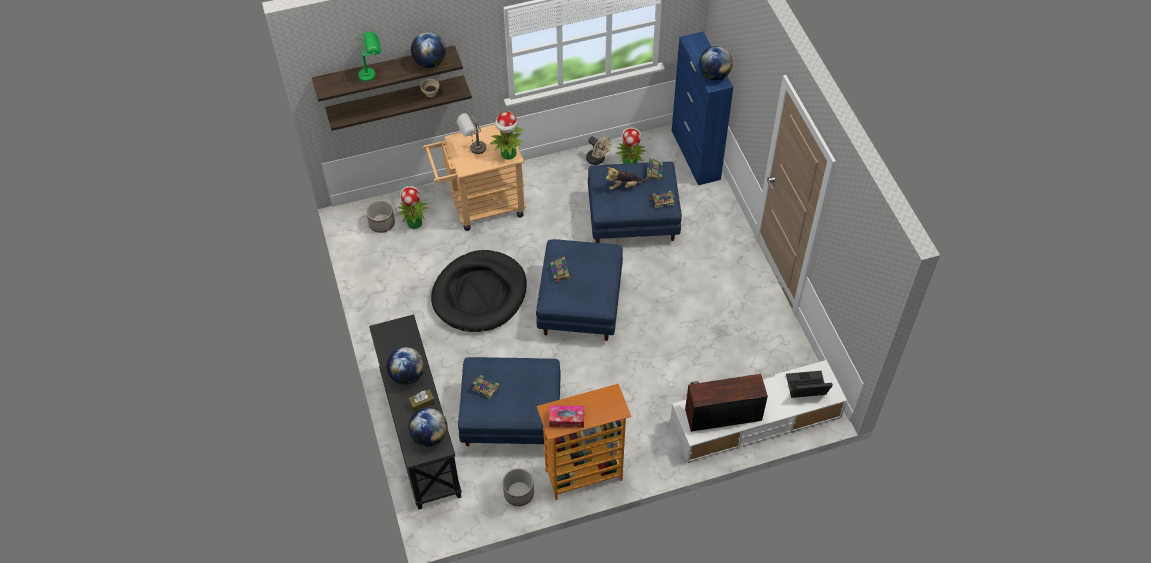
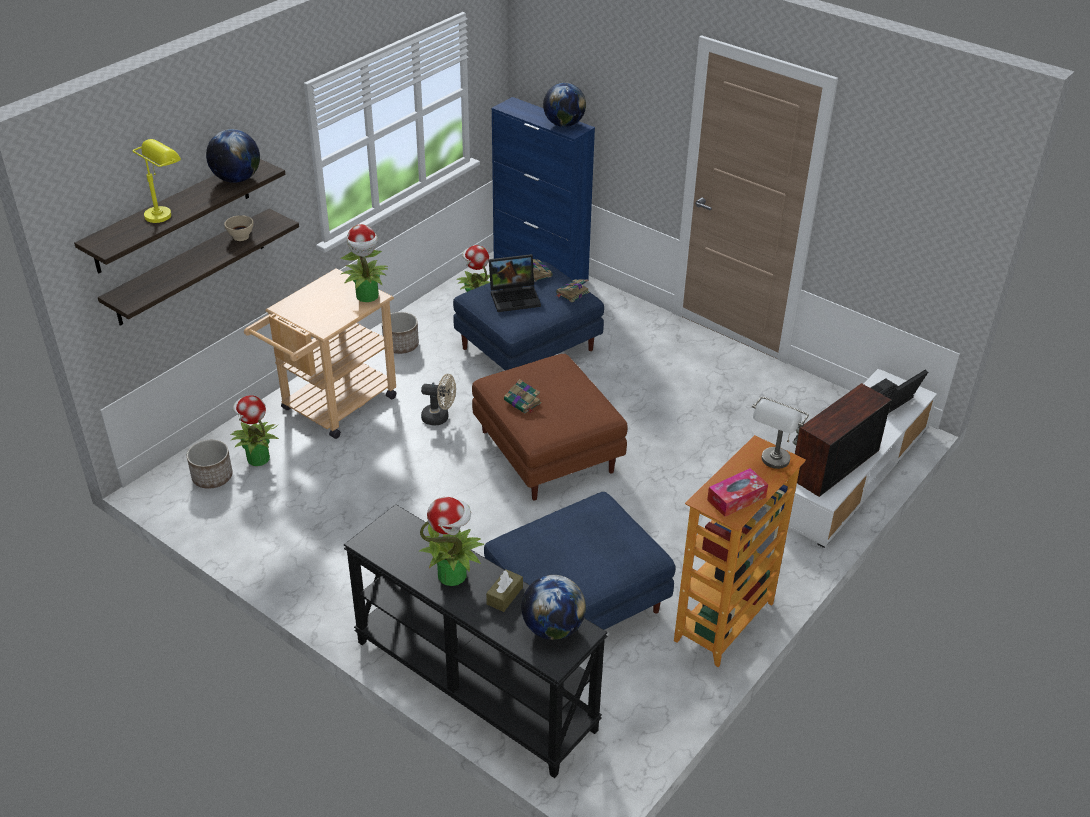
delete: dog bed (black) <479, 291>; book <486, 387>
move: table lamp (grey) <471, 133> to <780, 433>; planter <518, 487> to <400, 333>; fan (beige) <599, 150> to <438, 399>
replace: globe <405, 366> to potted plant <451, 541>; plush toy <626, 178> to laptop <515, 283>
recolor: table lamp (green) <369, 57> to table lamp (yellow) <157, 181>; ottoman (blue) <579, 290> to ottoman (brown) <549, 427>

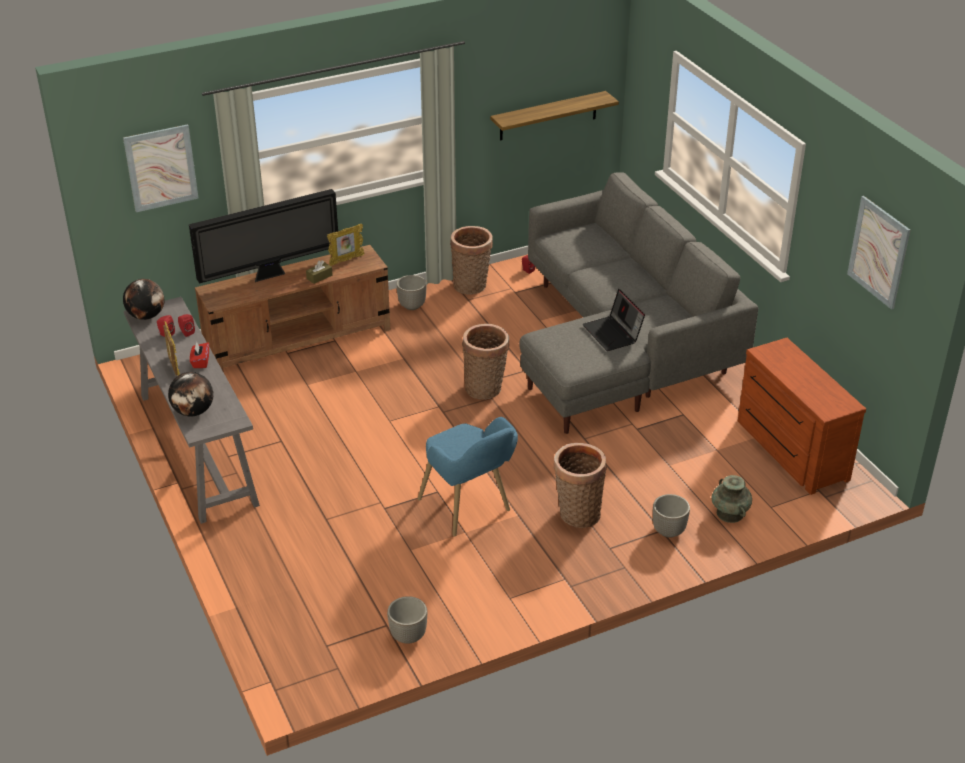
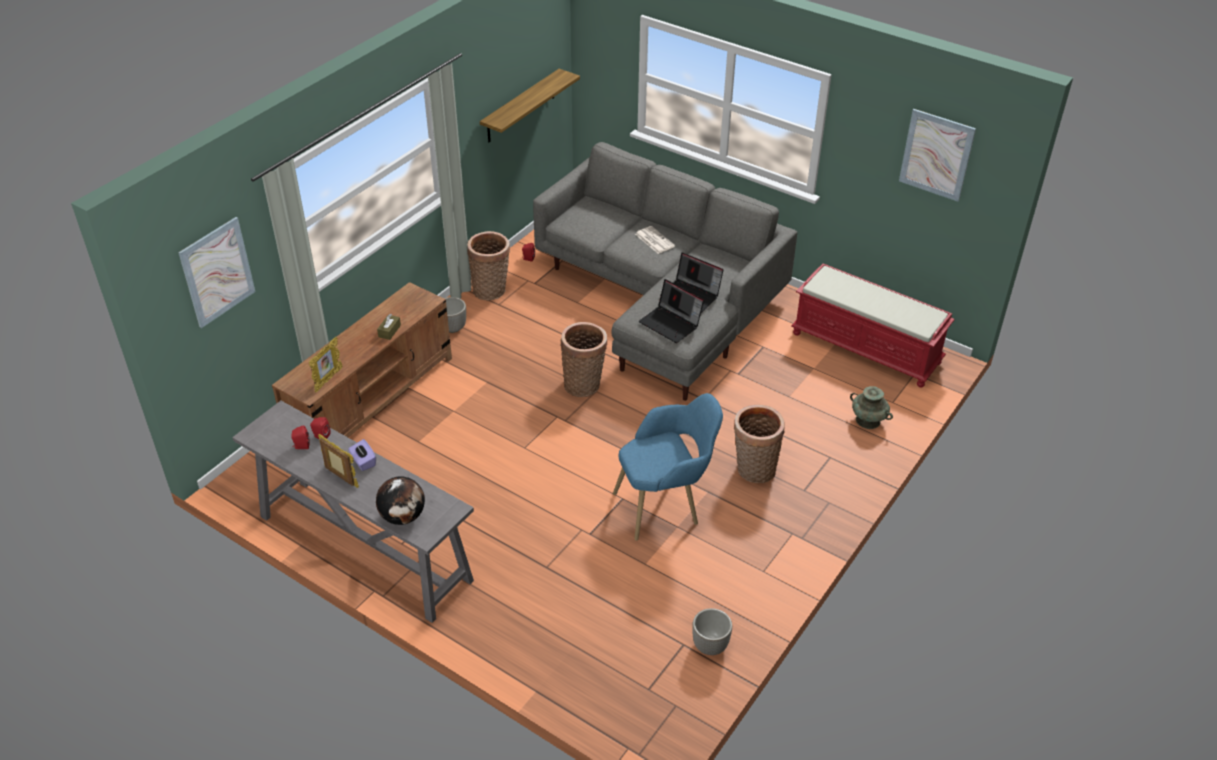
delete: globe <143, 299>; television <263, 236>; planter <671, 516>
insert: newspaper <655, 240>; laptop <671, 311>
move: picture frame <345, 245> to <326, 364>
replace: dresser (brown) <802, 416> to bench (red) <873, 325>
recolor: tissue box (red) <199, 355> to tissue box (purple) <362, 455>
rotate: armchair (blue) <468, 477> = <668, 467> 45 degrees counterclockwise

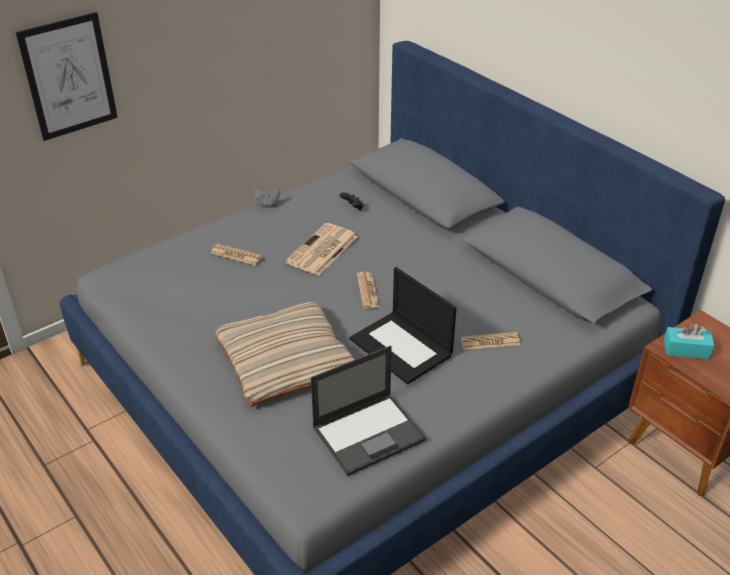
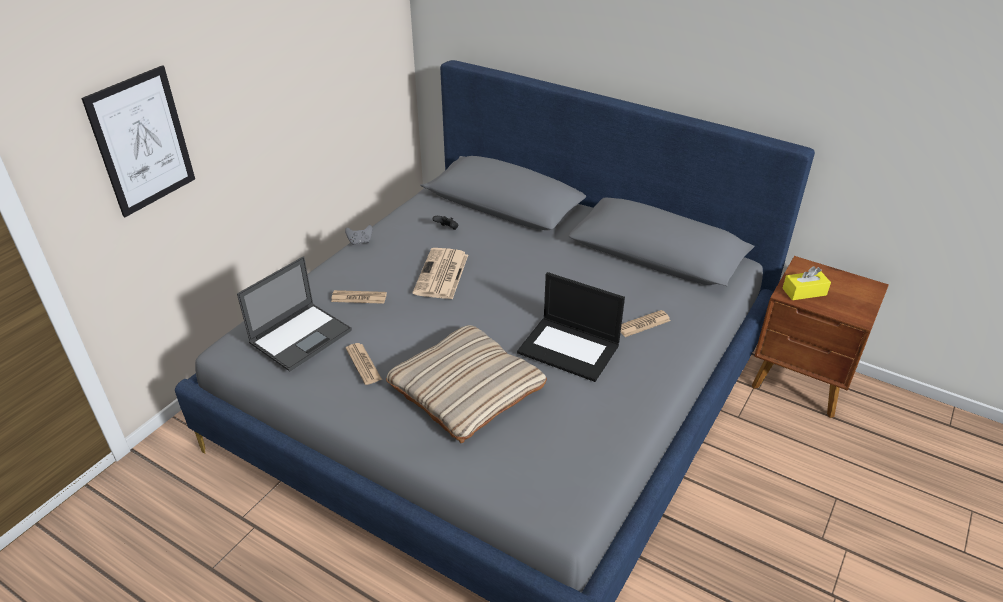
move: laptop <368, 411> to <294, 313>; newspaper <368, 290> to <364, 364>
recolor: tissue box (turquoise) <689, 341> to tissue box (yellow) <806, 283>

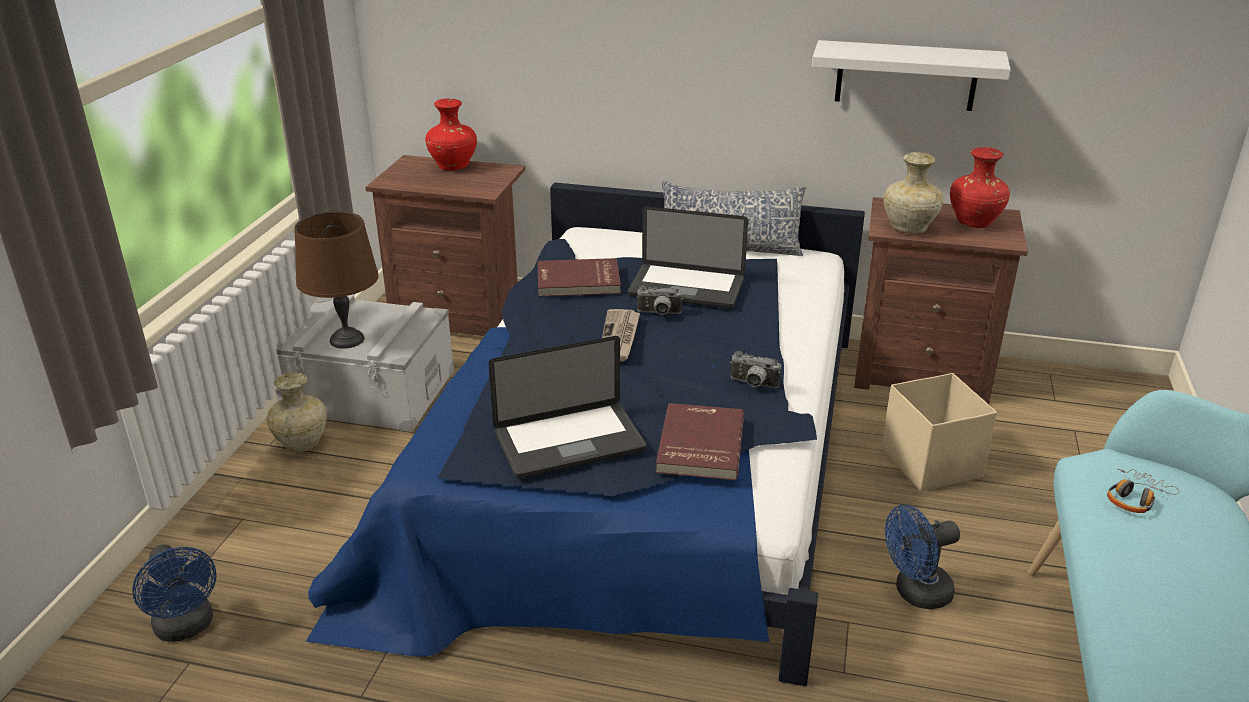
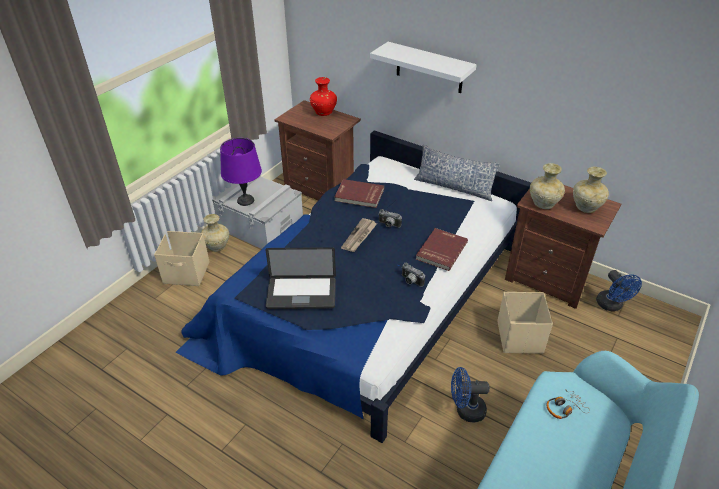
delete: laptop <688, 257>
insert: storage box (beige) <182, 258>
move: fan (blue) <174, 593> to <619, 290>; book (red) <700, 441> to <442, 249>; shelf (white) <911, 75> to <423, 67>
recolor: table lamp (brown) <336, 280> to table lamp (purple) <241, 172>; vase (red) <980, 187> to vase (beige) <591, 190>

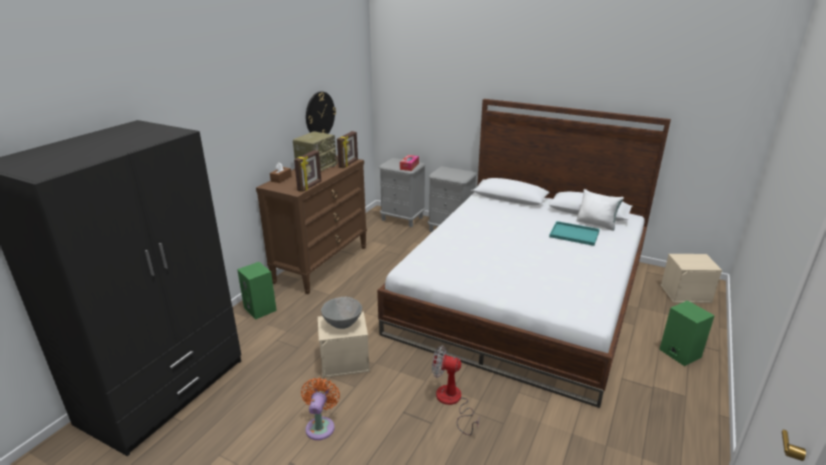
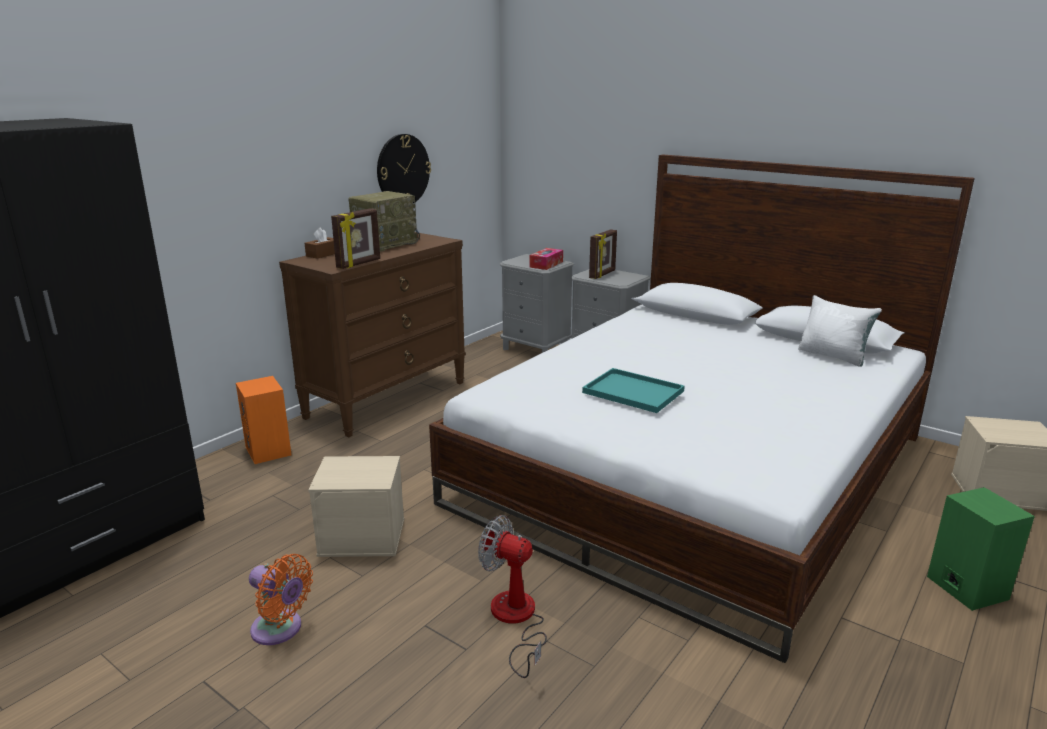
delete: bowl (grey) <341, 313>
move: picture frame <347, 149> to <603, 254>; tray (turquoise) <574, 233> to <633, 390>
recolor: speaker (green) <257, 291> to speaker (orange) <264, 420>
rotate: fan (orange) <320, 409> = <281, 599> 105 degrees clockwise

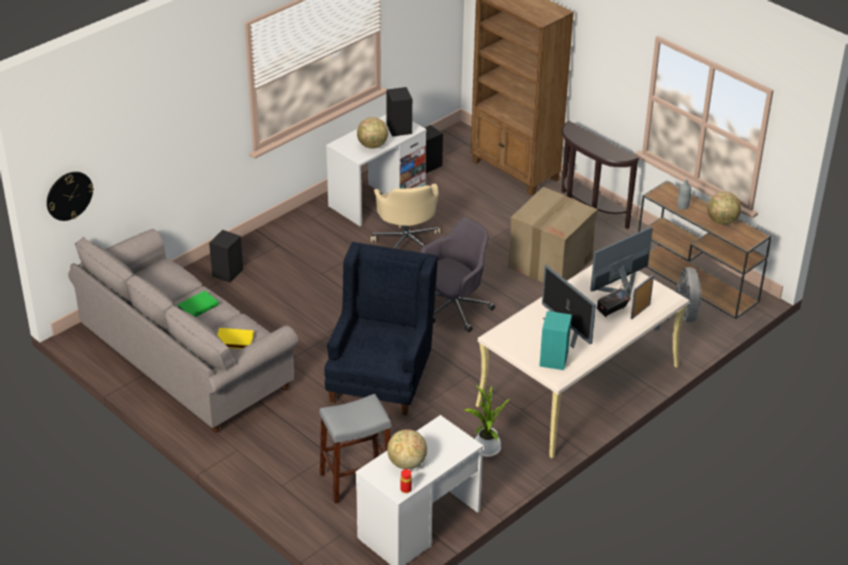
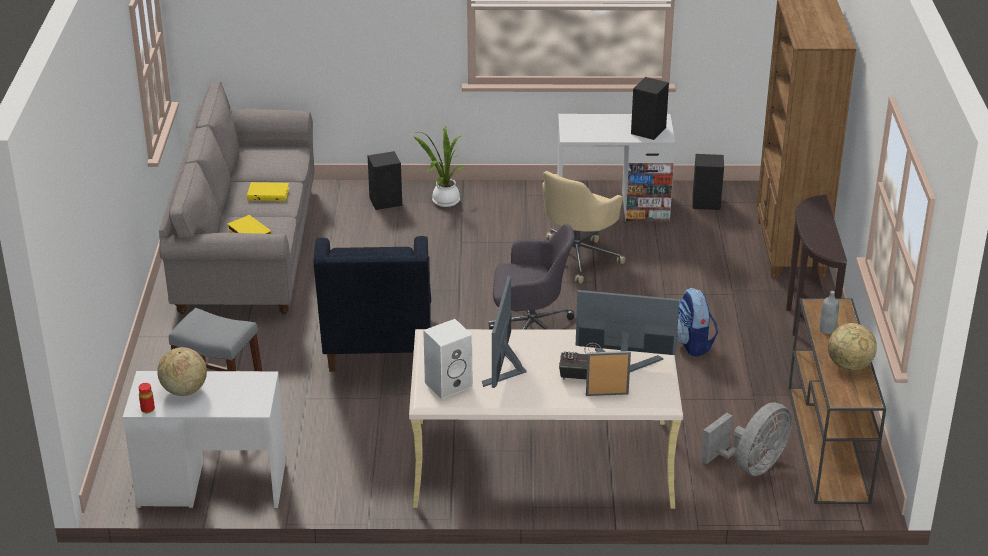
delete: wall clock <70, 196>; globe <372, 132>
move: potted plant <487, 420> to <440, 166>
replace: cardboard box <552, 234> to backpack <697, 322>
recolor: book (green) <198, 304> to book (yellow) <268, 191>; speaker (turquoise) <556, 340> to speaker (white) <448, 359>
rotate: armchair (blue) <381, 329> = <372, 304> 120 degrees clockwise

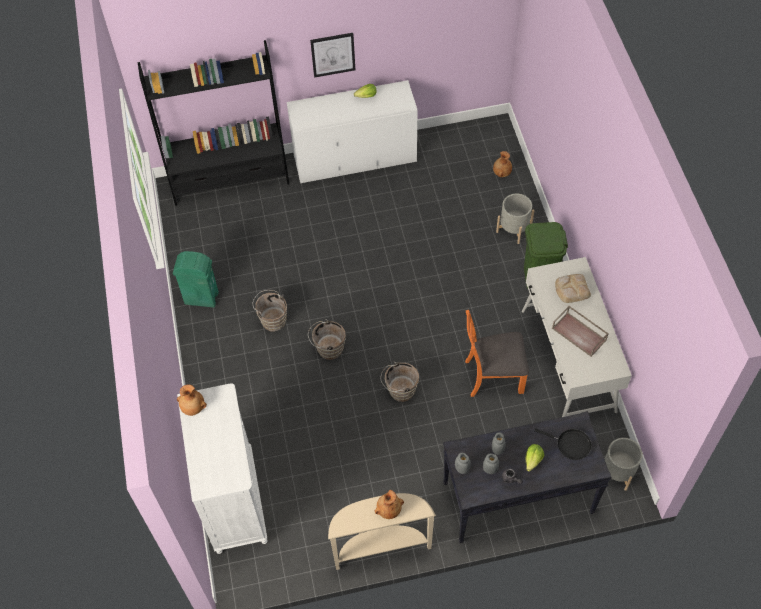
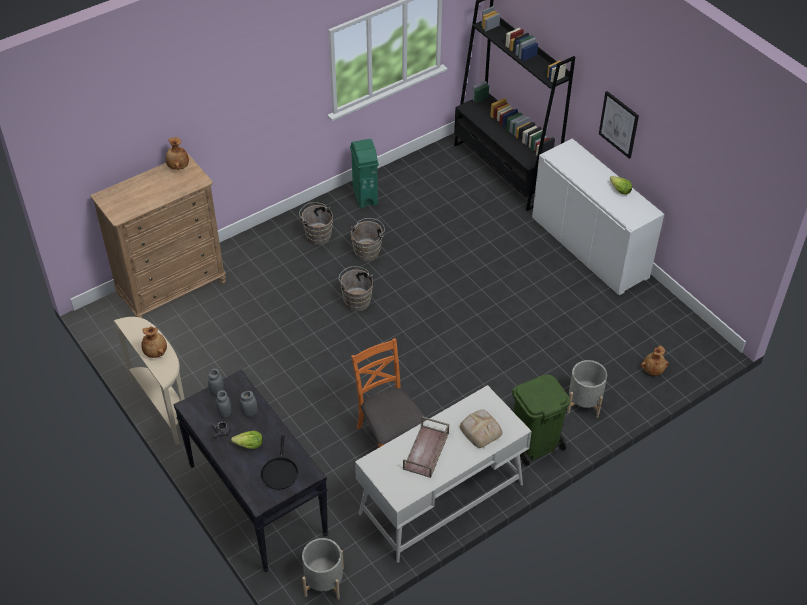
move: bucket (brown) <400, 382> to <316, 223>
recolor: dresser (white) <222, 468> to dresser (brown) <158, 235>

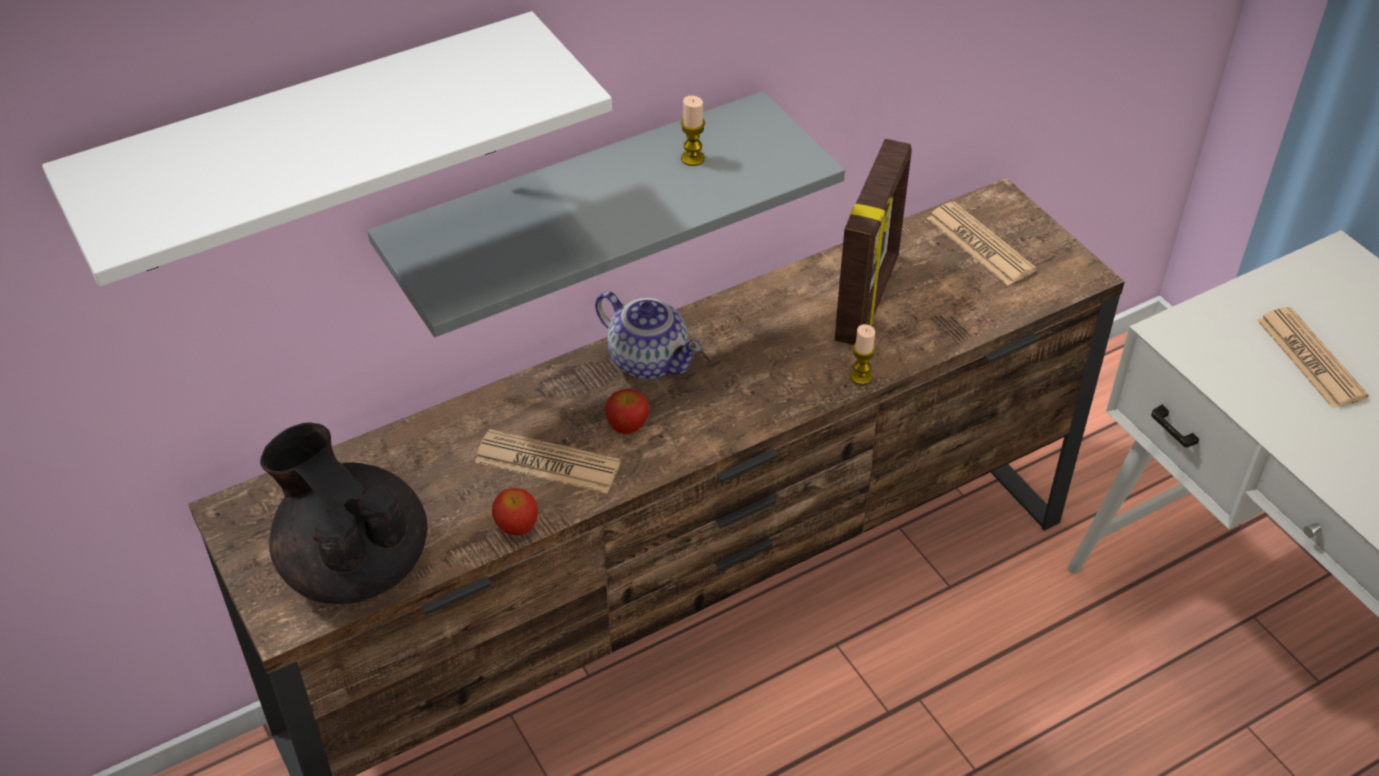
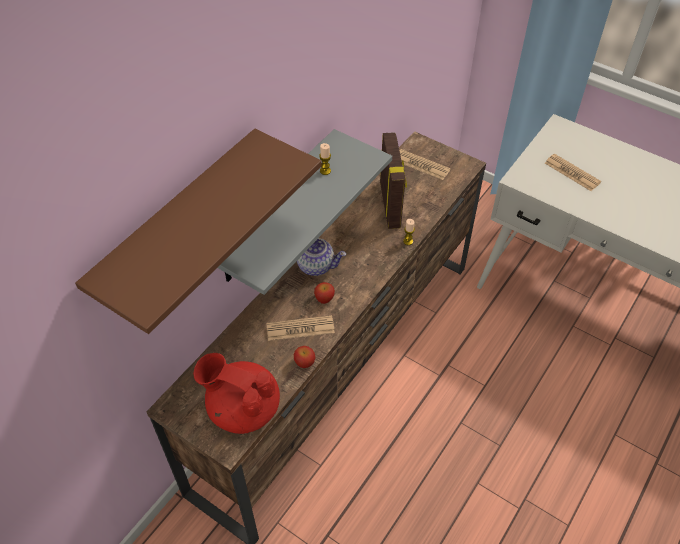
recolor: shelf (white) <327, 148> to shelf (brown) <198, 231>; teapot (black) <344, 513> to teapot (red) <236, 393>

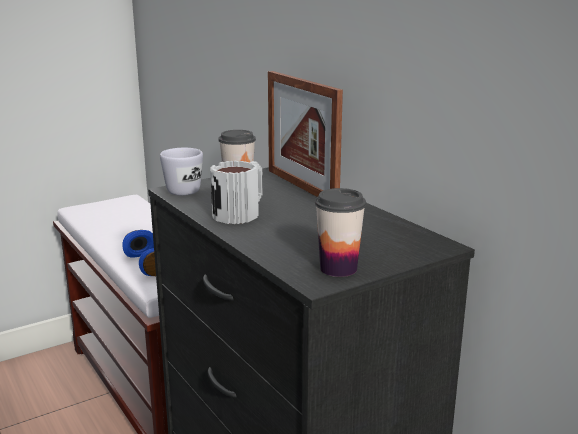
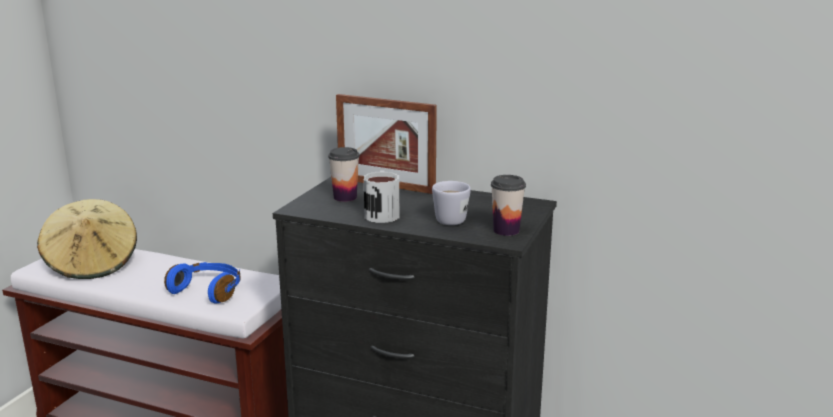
insert: hat (beige) <87, 239>
move: mug (white) <181, 172> to <451, 203>

